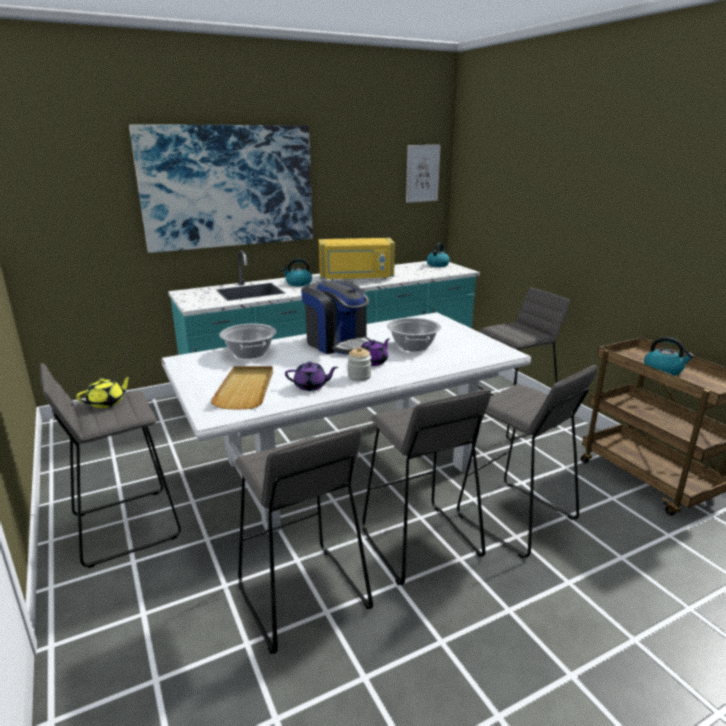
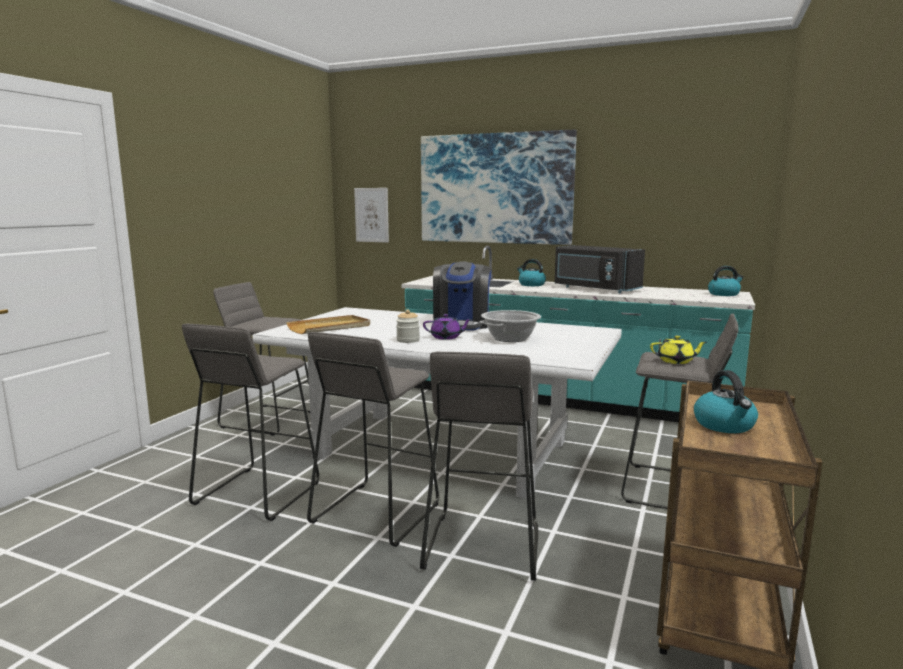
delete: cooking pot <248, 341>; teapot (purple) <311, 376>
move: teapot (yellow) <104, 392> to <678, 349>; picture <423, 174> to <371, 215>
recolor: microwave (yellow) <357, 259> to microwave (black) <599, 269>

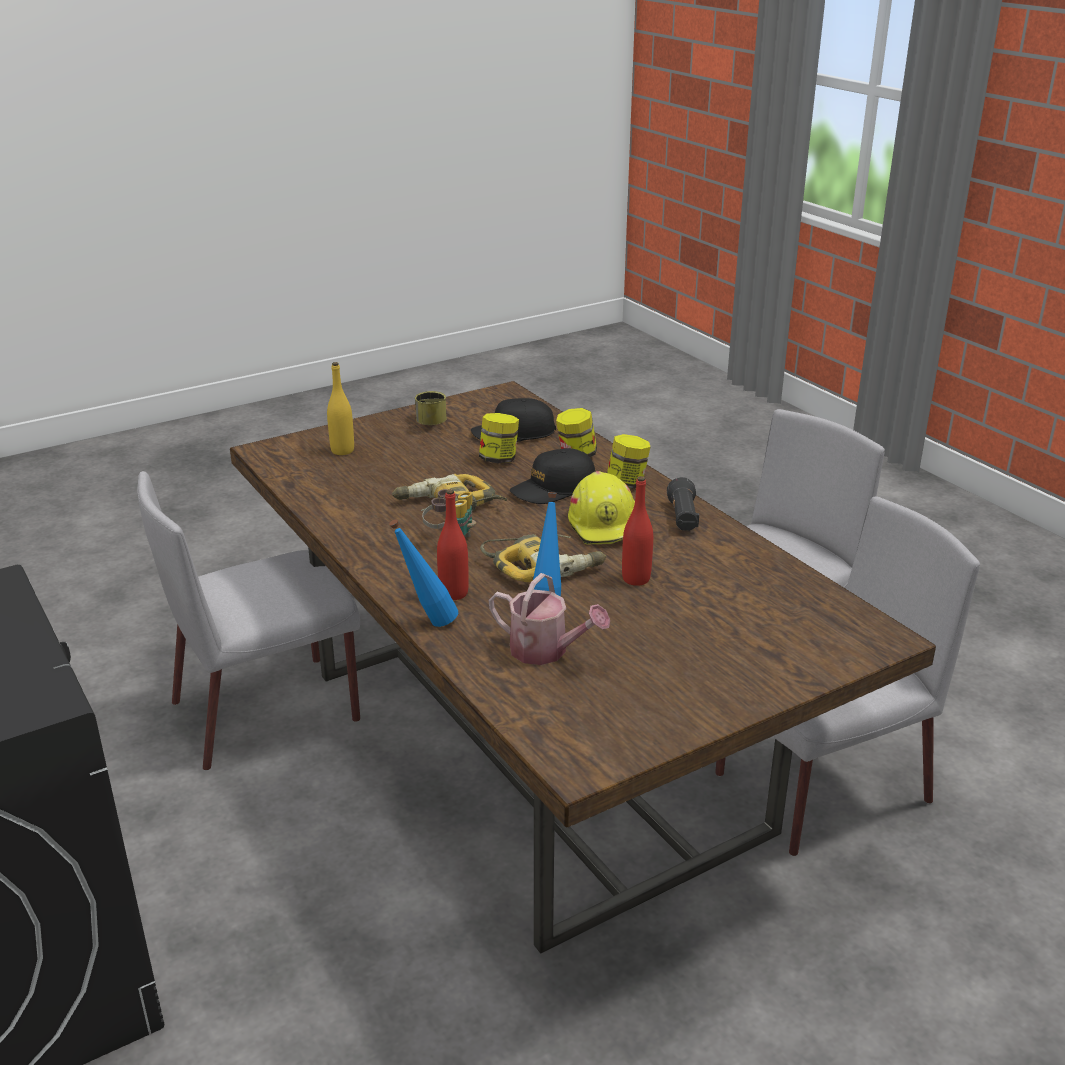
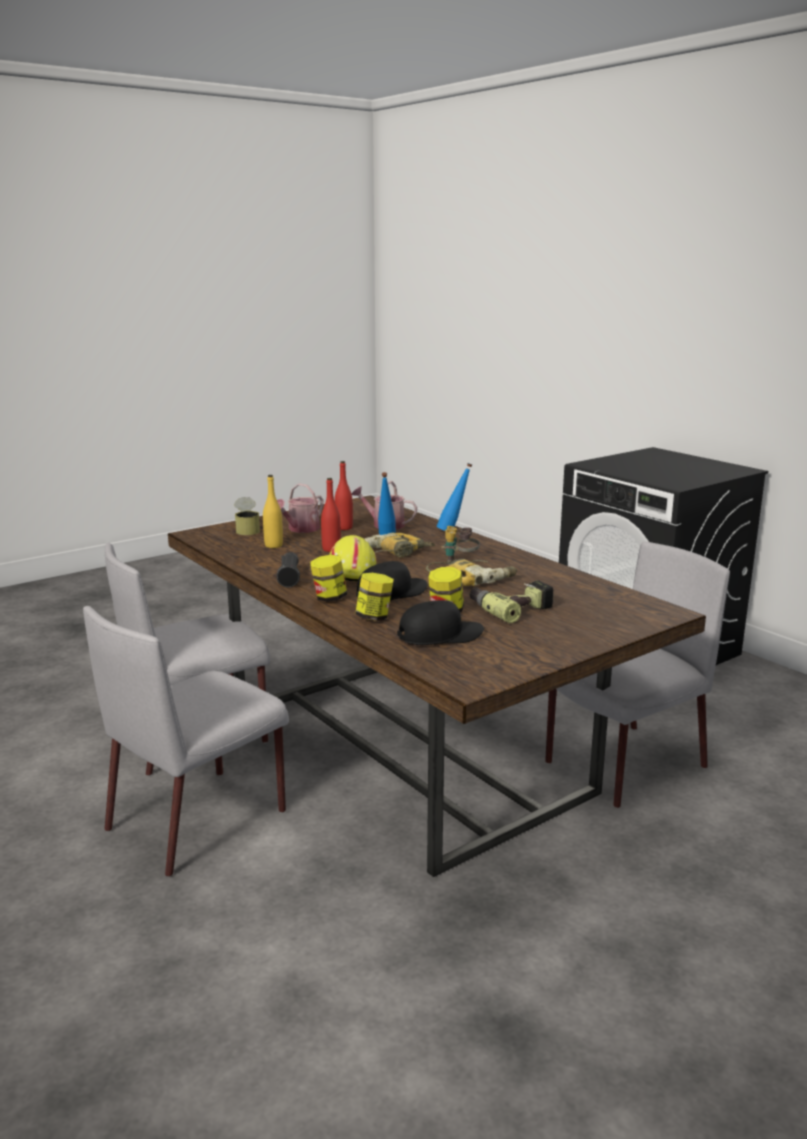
insert: watering can <300, 508>; power drill <511, 601>
move: bottle (yellow) <340, 408> to <273, 511>; can <431, 408> to <247, 516>; bottle (red) <453, 544> to <344, 495>

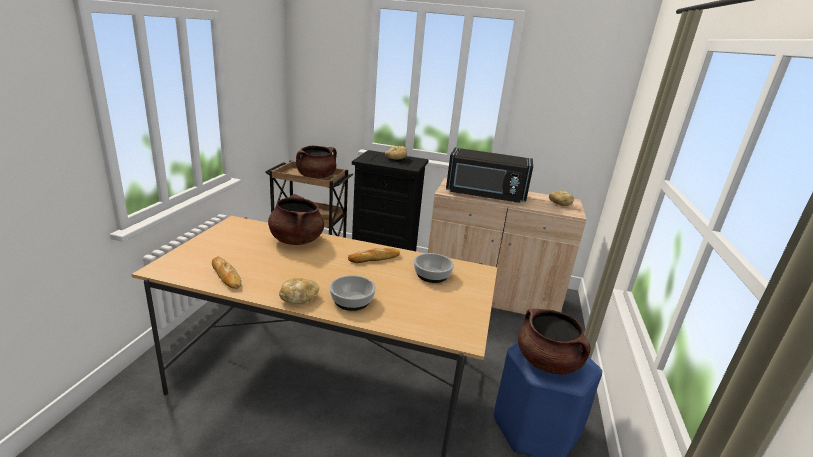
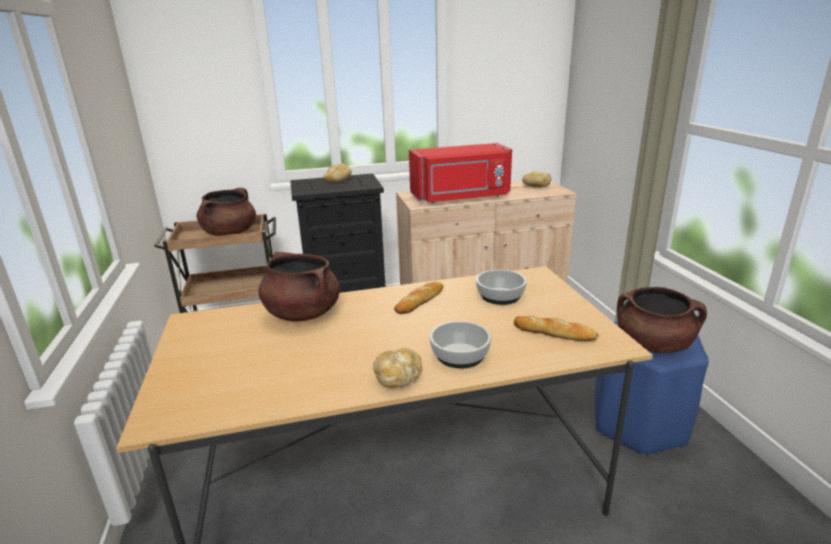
move: bread <226, 273> to <556, 328>
recolor: microwave (black) <489, 175> to microwave (red) <460, 173>

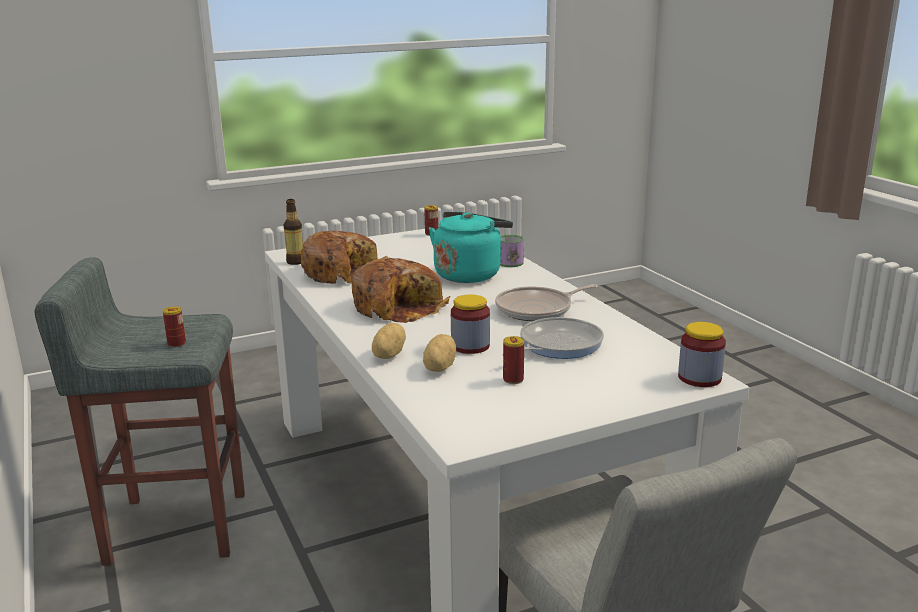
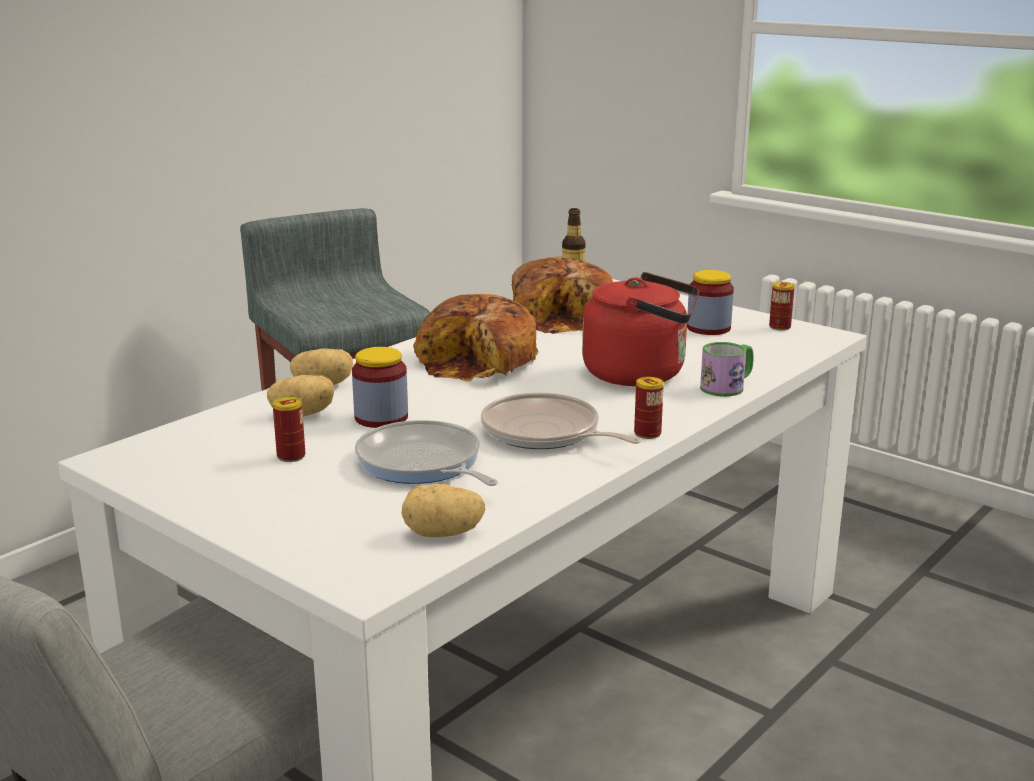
insert: potato <443, 510>
move: can <174, 327> to <649, 408>; jar <702, 354> to <710, 302>
recolor: kettle (turquoise) <471, 247> to kettle (red) <640, 329>
rotate: frying pan <553, 338> = <426, 453> 150 degrees counterclockwise

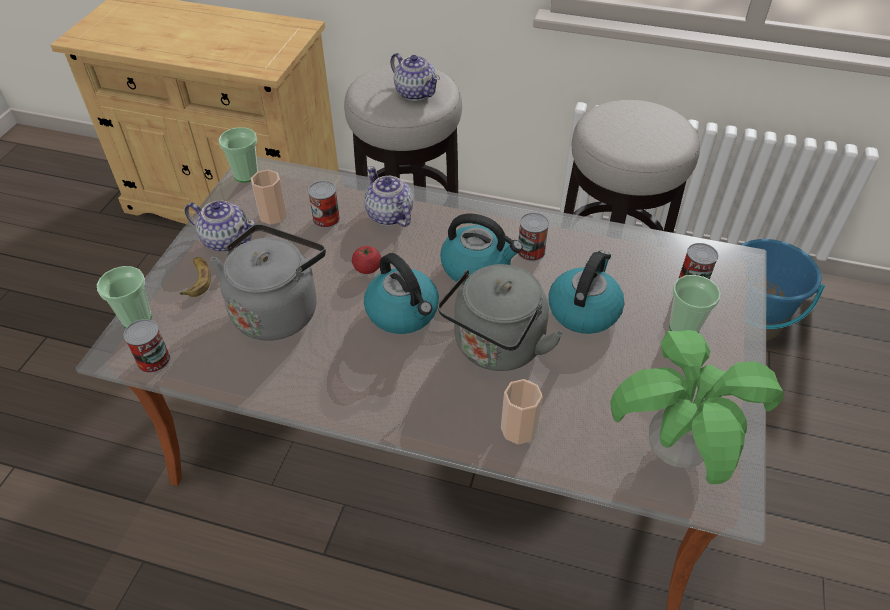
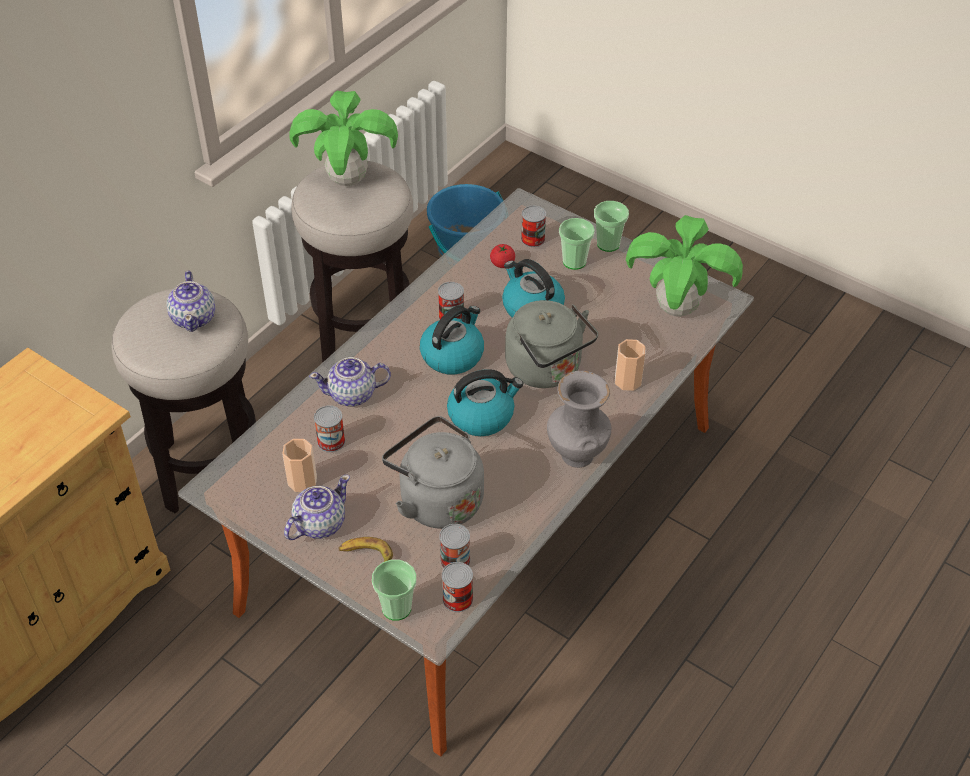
insert: potted plant <343, 138>; can <454, 546>; vase (grey) <579, 419>
move: cup <238, 154> to <611, 226>; tomato <366, 260> to <502, 256>
rotate: teapot <415, 77> = <191, 301> 105 degrees clockwise

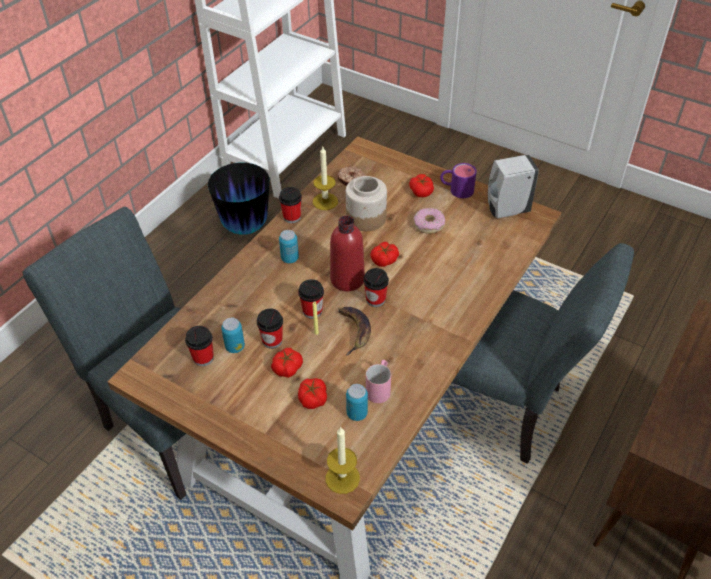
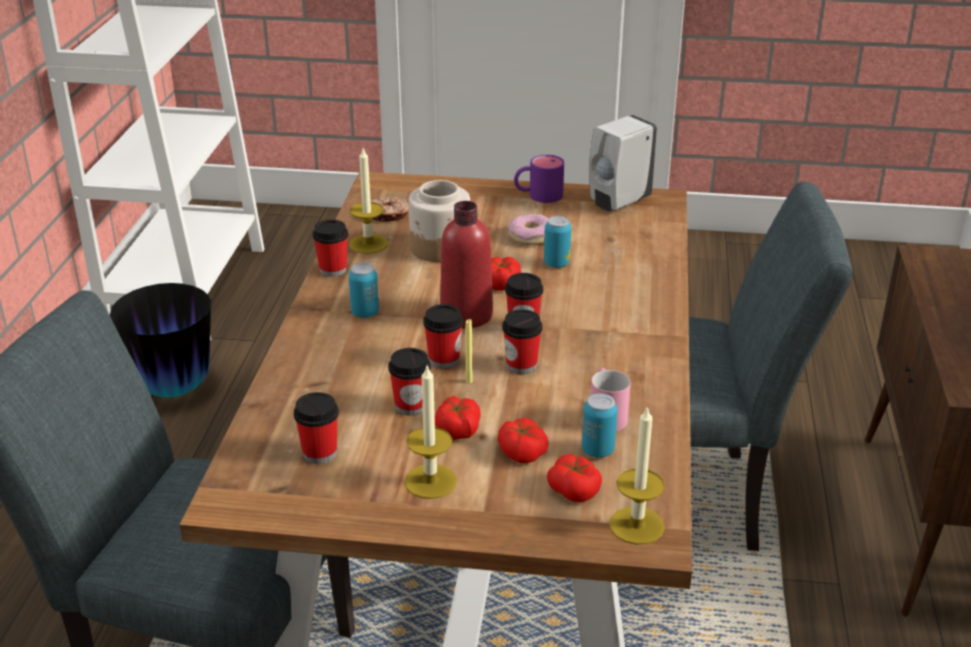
insert: candle <430, 432>
move: can <233, 335> to <557, 242>; tomato <421, 185> to <574, 478>
replace: banana <354, 331> to cup <522, 341>

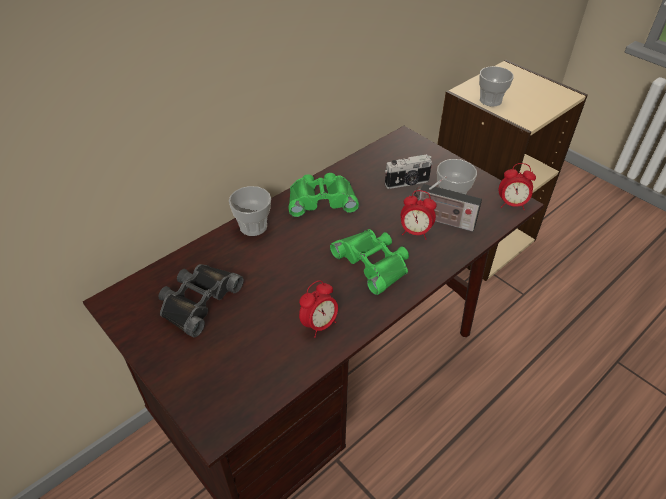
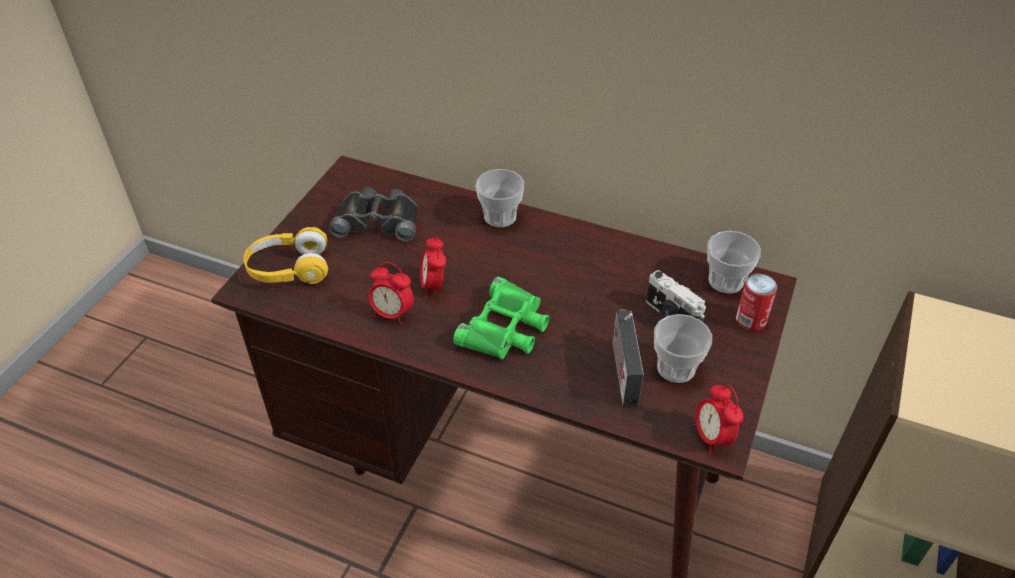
delete: binoculars (green) <324, 195>
insert: headphones (yellow) <286, 255>; can <756, 302>
move: alarm clock <419, 215> to <433, 267>; cup <496, 86> to <734, 262>

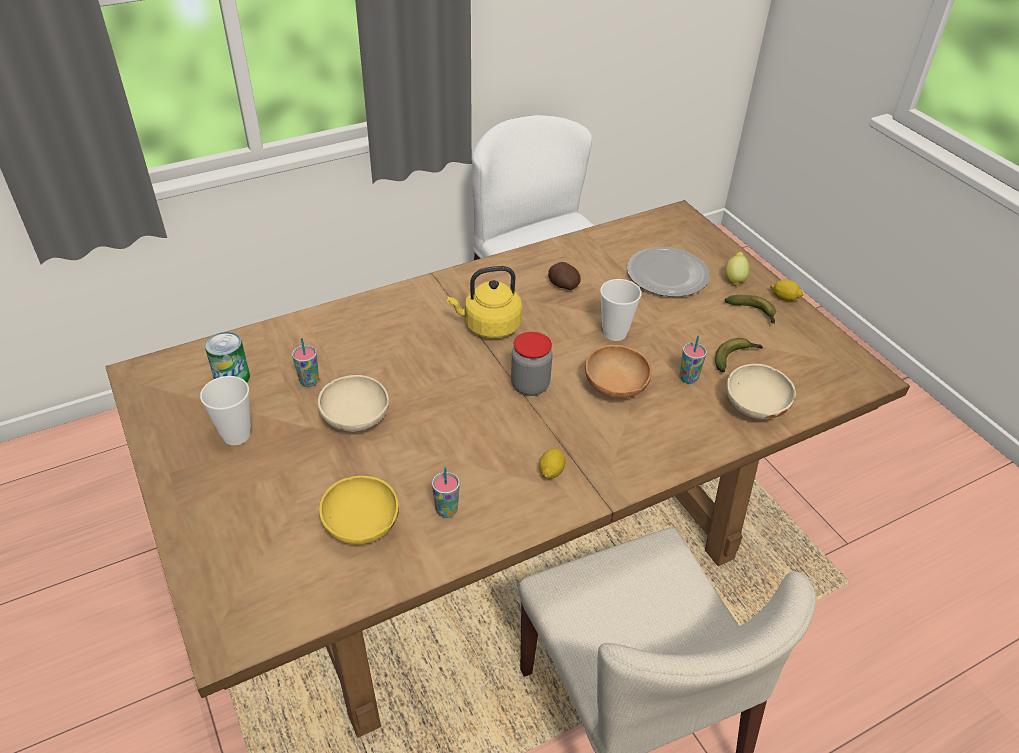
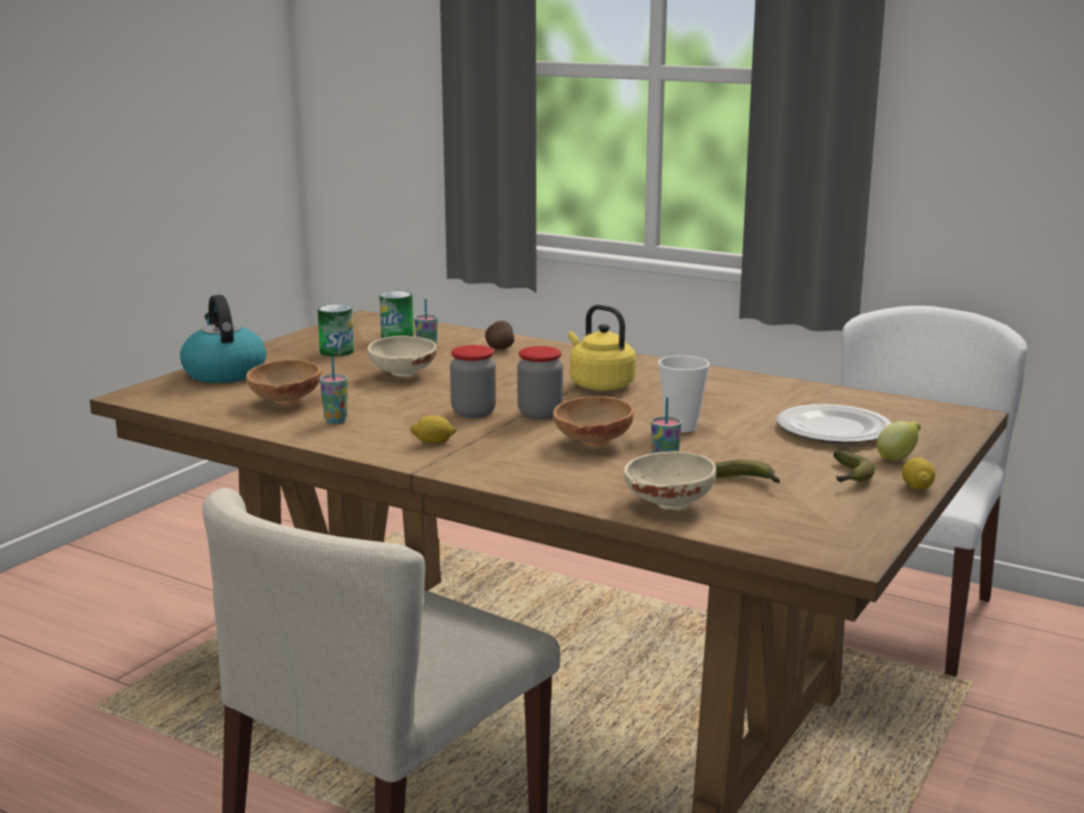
insert: kettle <223, 339>; jar <473, 381>
move: potato <564, 276> to <499, 335>
replace: cup <225, 410> to can <335, 330>
recolor: bowl (yellow) <359, 510> to bowl (brown) <283, 382>

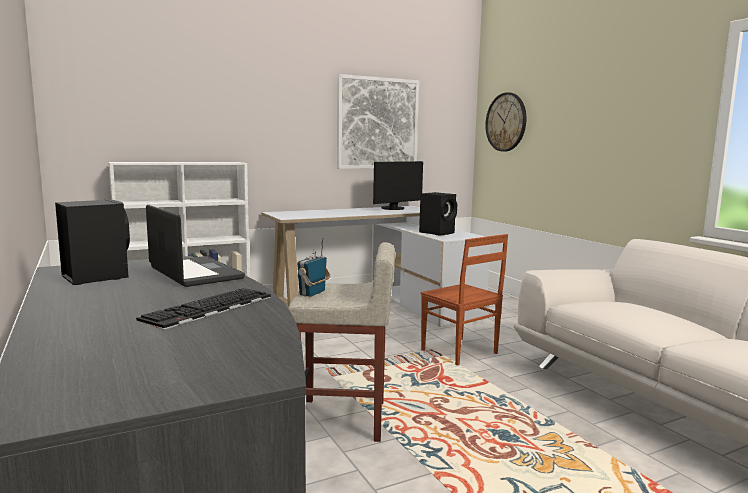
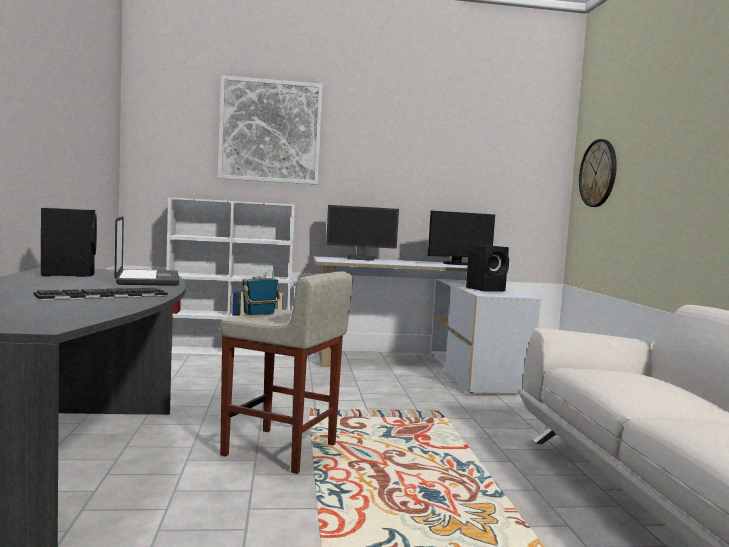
delete: chair (brown) <464, 300>
insert: monitor <362, 233>
move: picture <378, 121> to <270, 130>

